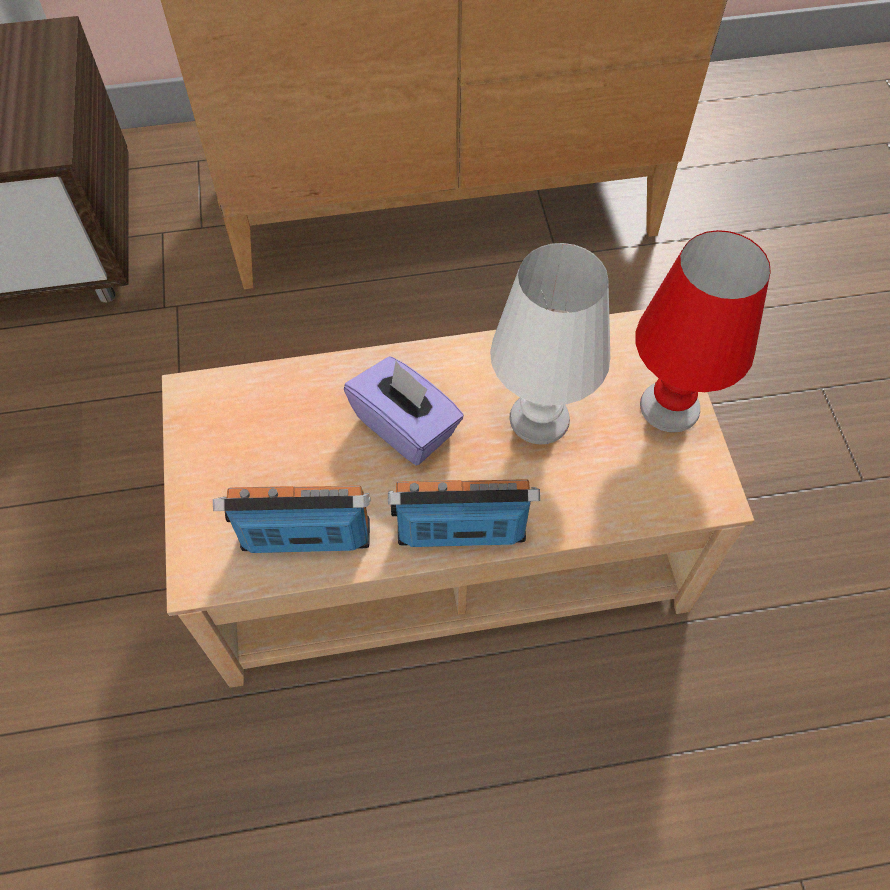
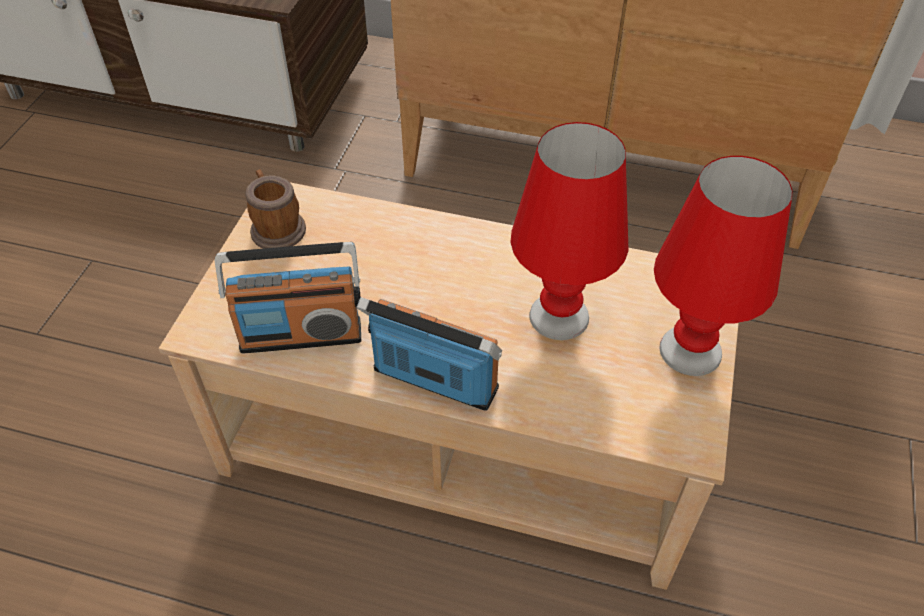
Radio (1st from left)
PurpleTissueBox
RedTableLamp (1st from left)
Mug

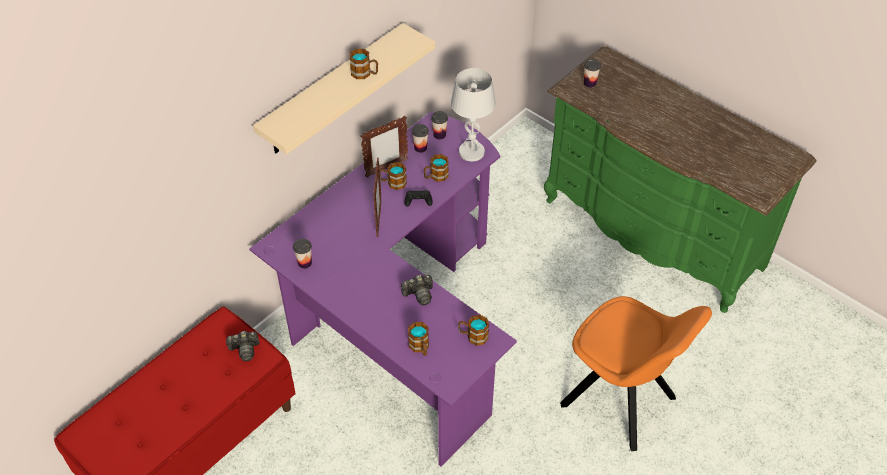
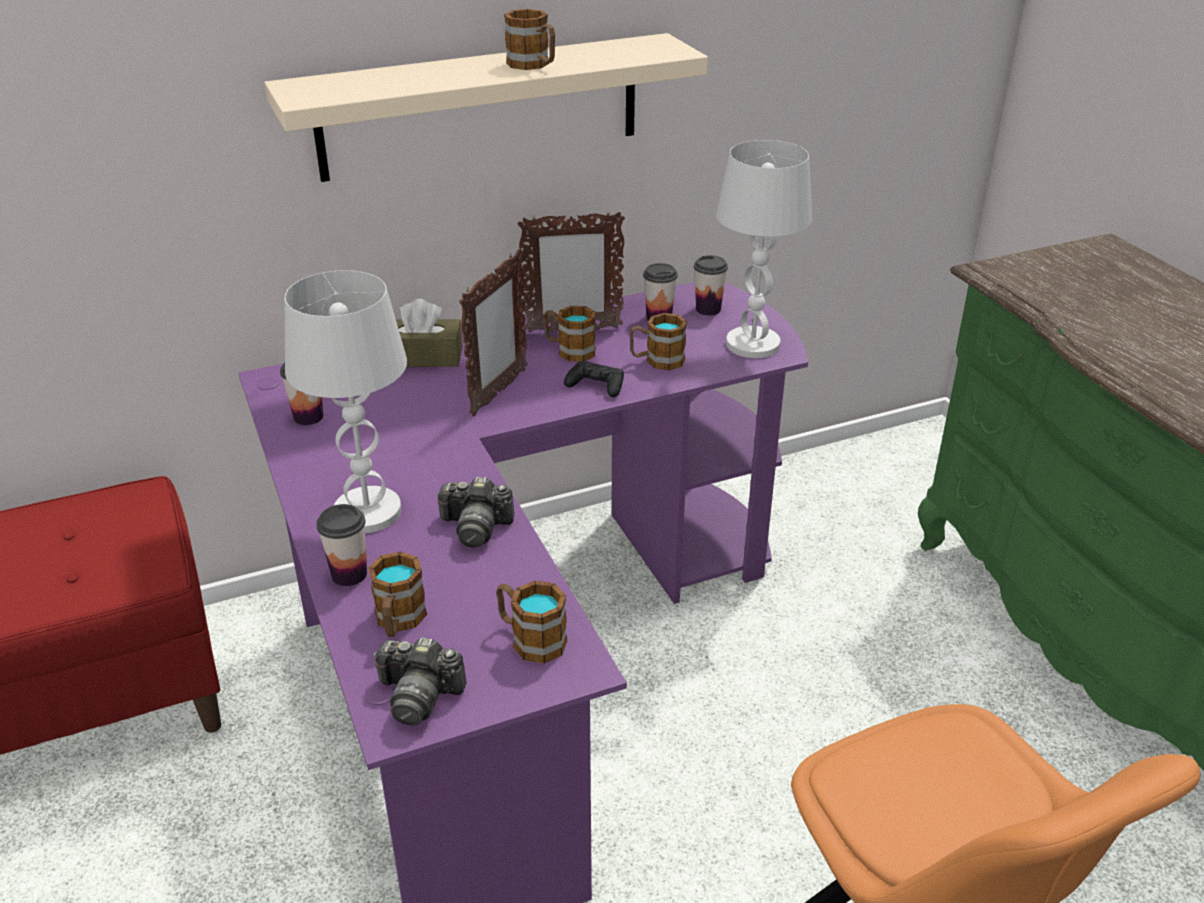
PhotoCamera (1st from left)
Cup (2nd from left)
WhiteTableLamp (1st from left)
BrownTissueBox

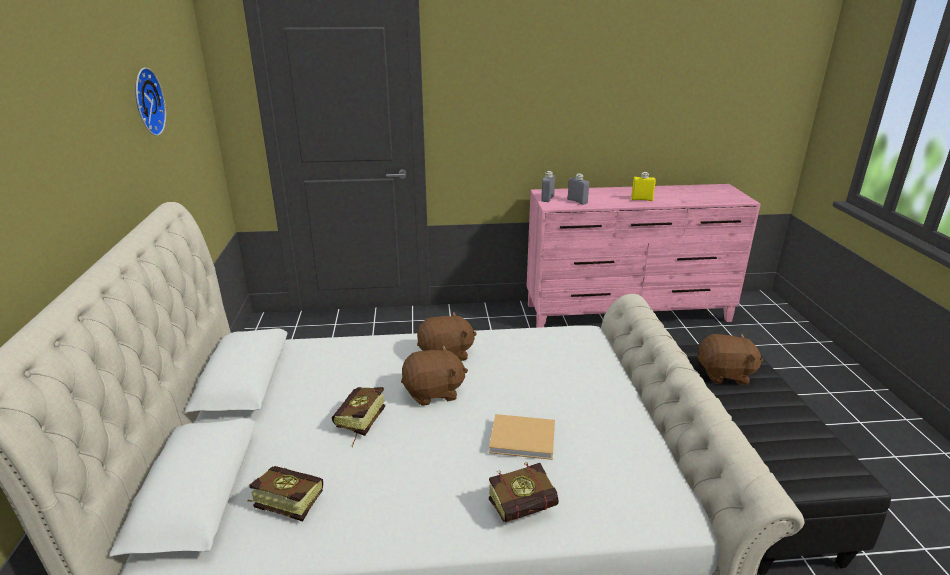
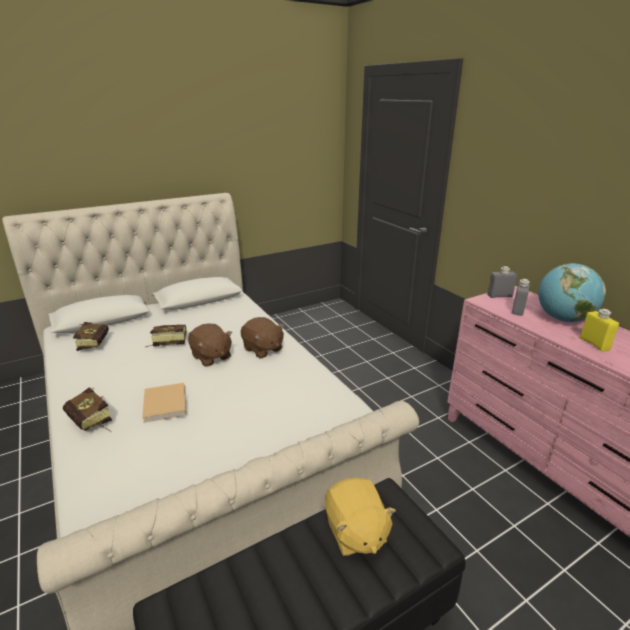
WallClock
YellowPlushToy
Globe

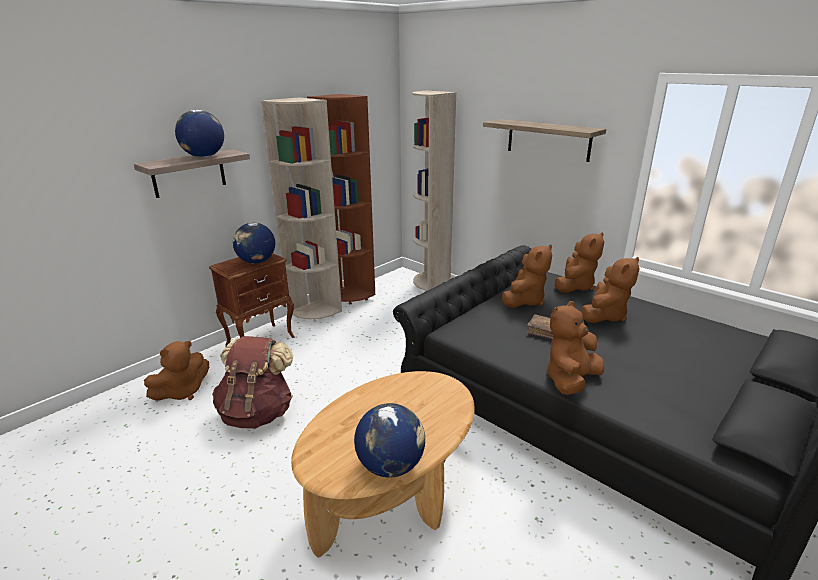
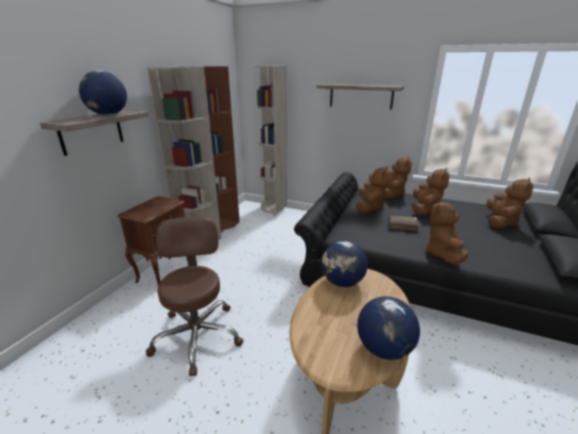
BrownPlushToy (5th from left)
BrownOfficeChair
Globe (2nd from left)

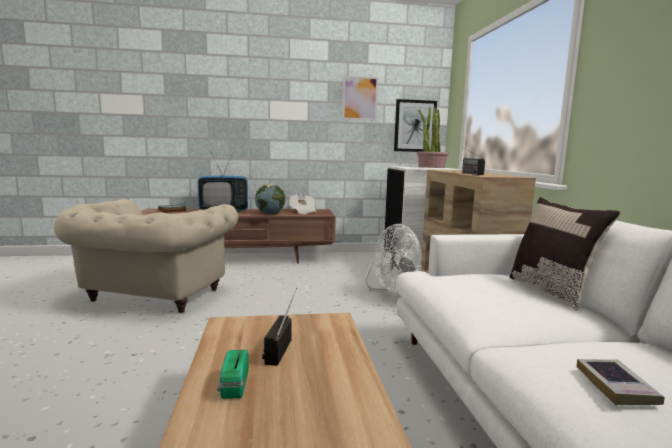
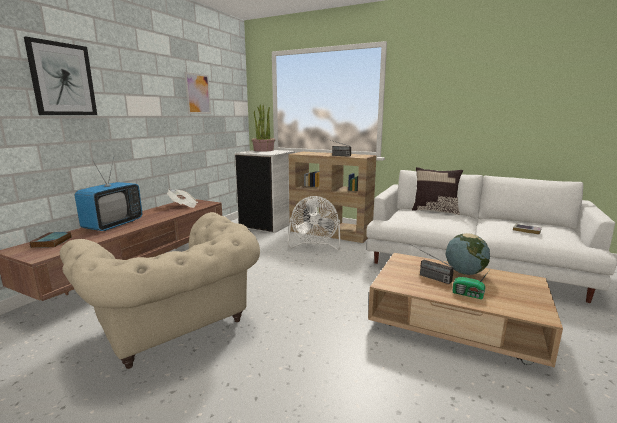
Globe
Picture (1st from left)

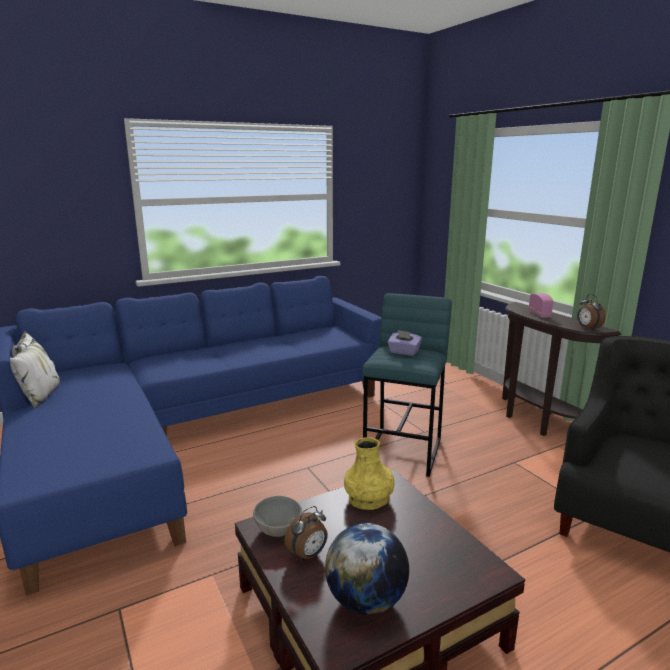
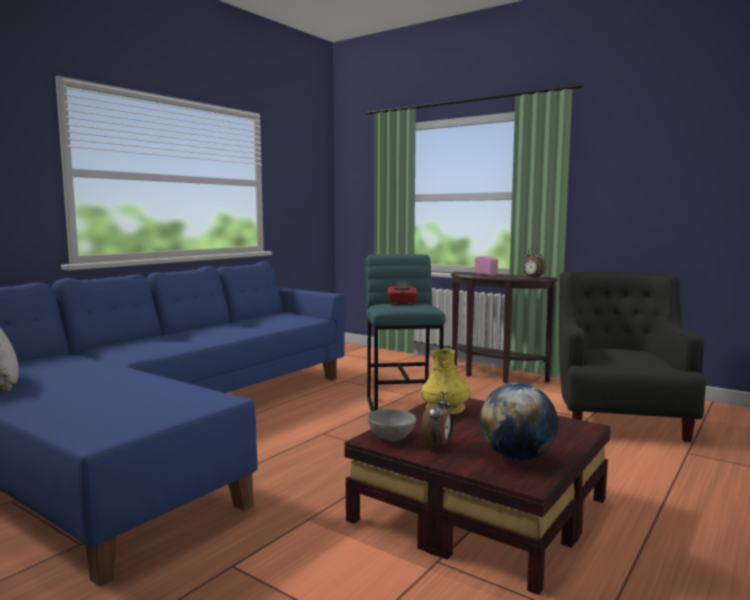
RedTissueBox

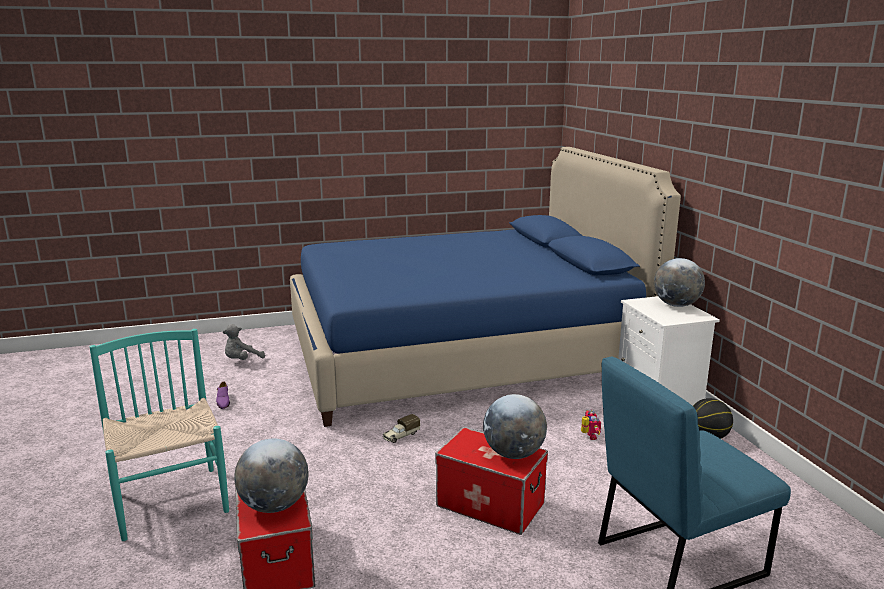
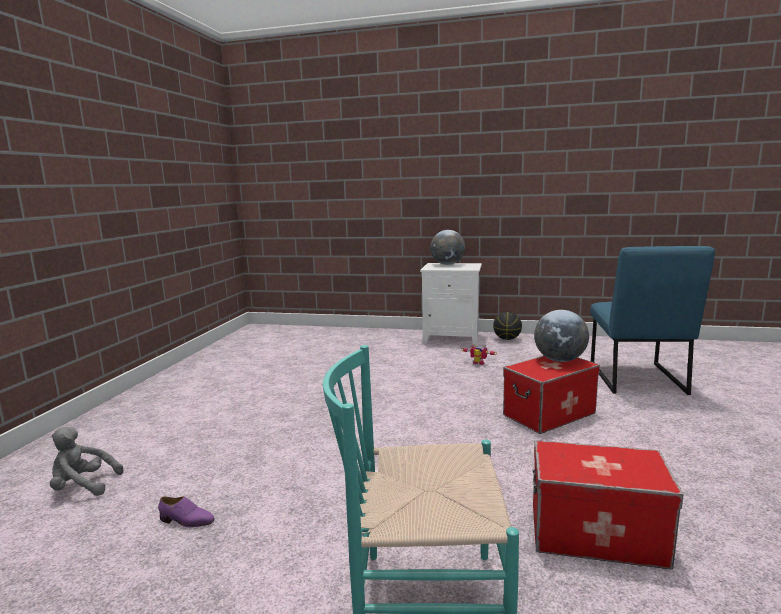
GreyPlushToy
Globe (1st from left in the first image)
BlueBed
ToyTruck

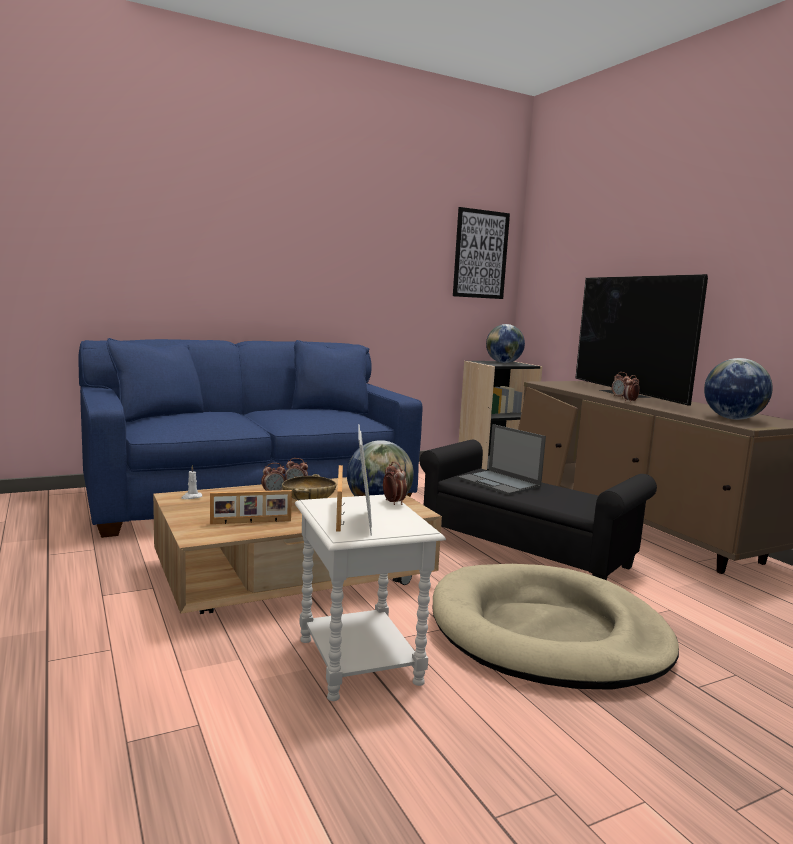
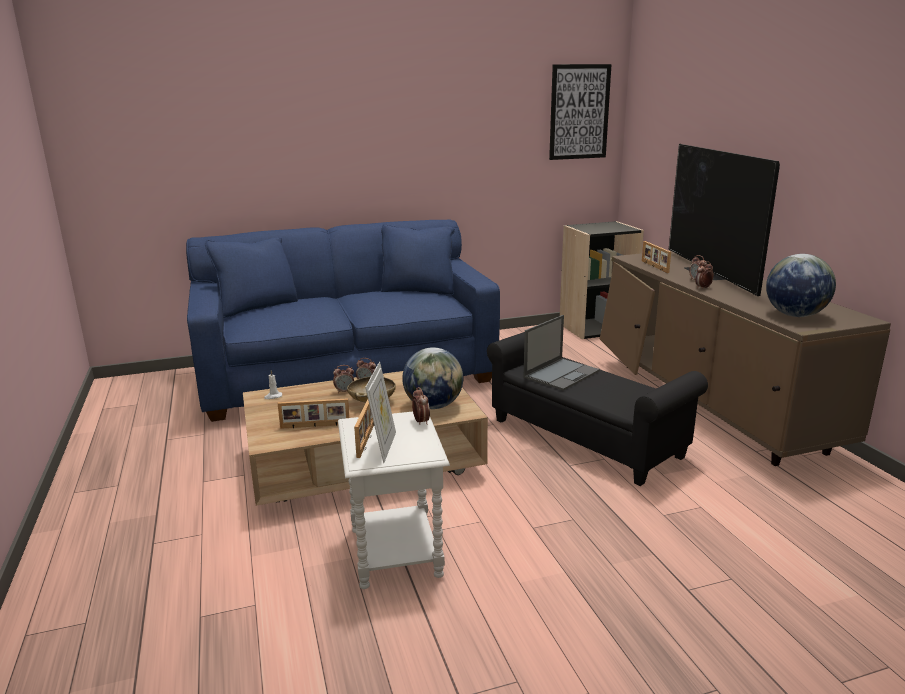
BeigeDogBed
Laptop
Globe (2nd from left in the first image)
PictureFrame (4th from left)

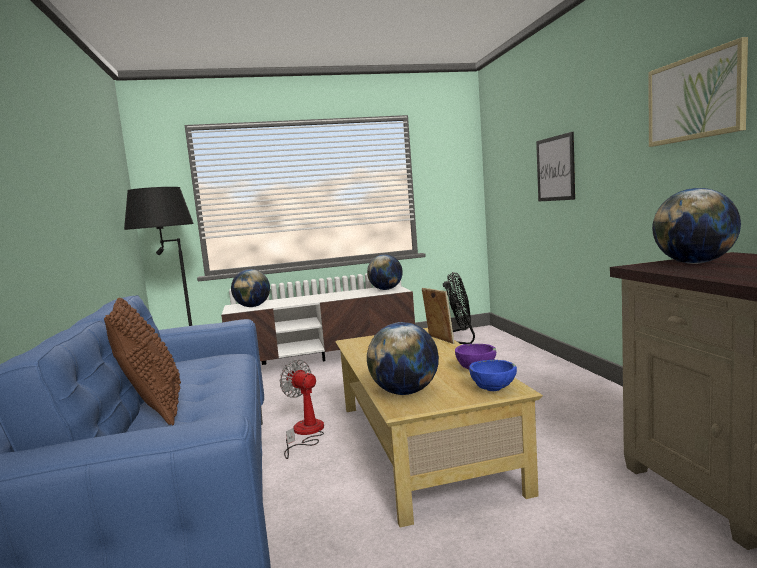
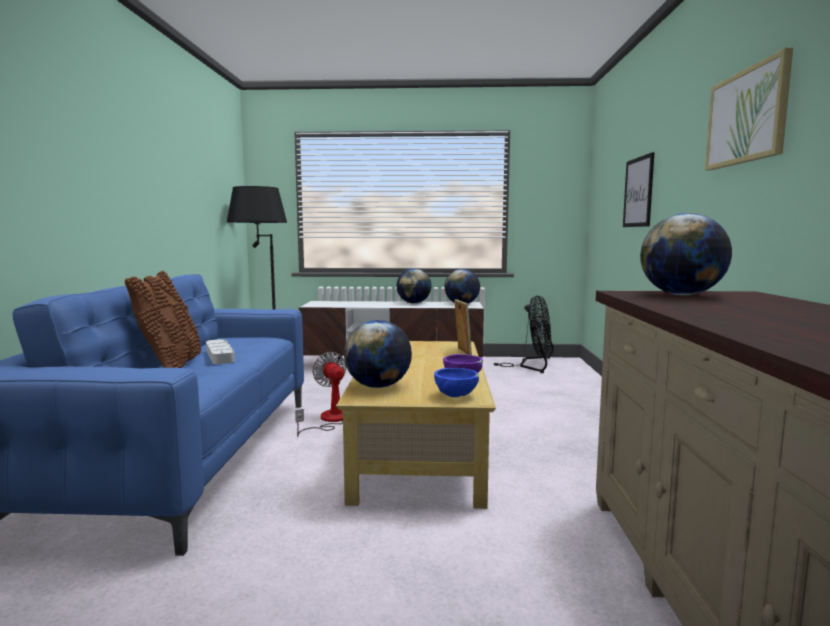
Globe (2nd from left)
GreyTray

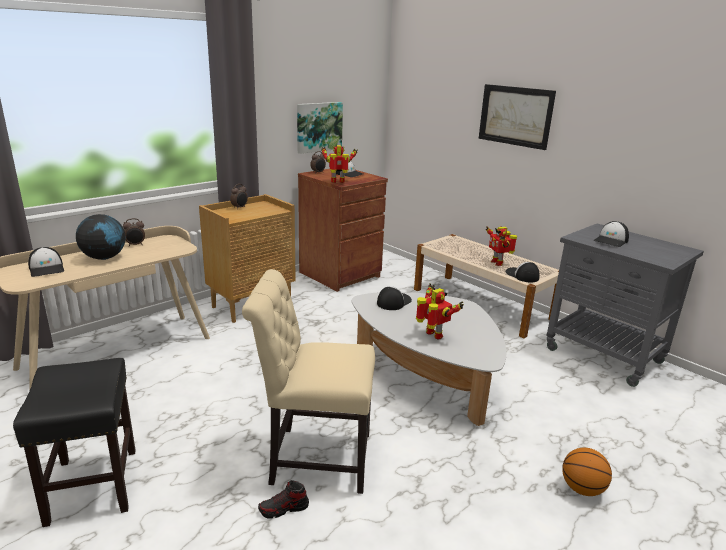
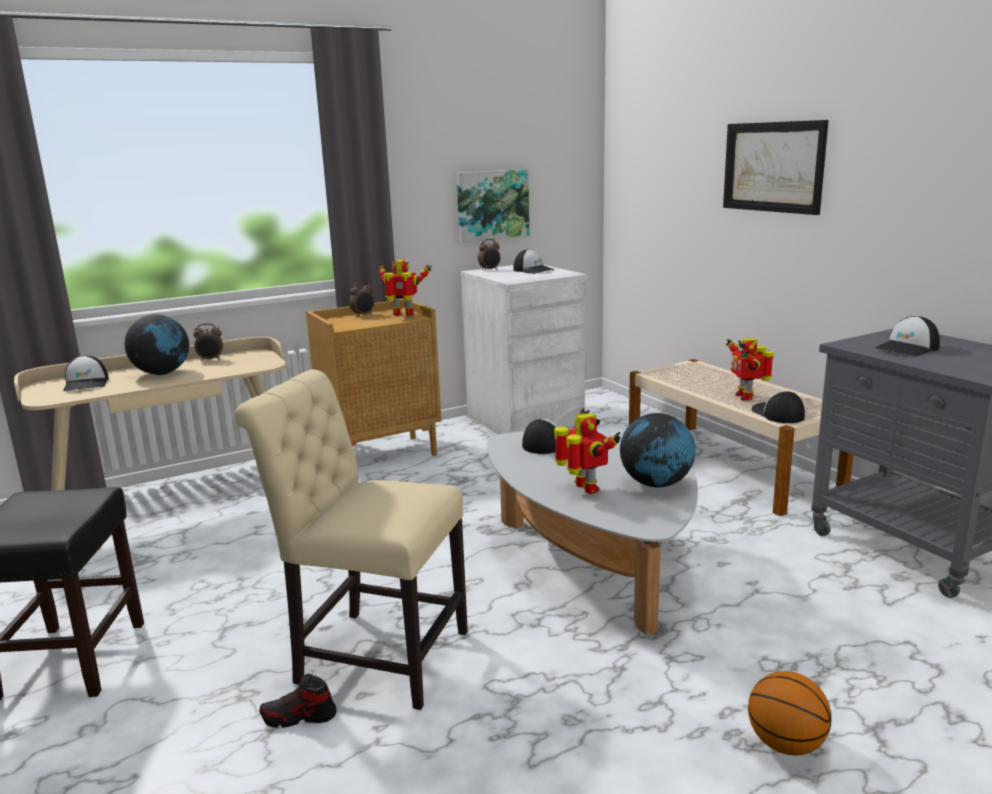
WhiteDresser
ToyRobot (1st from left)
Globe (2nd from left)

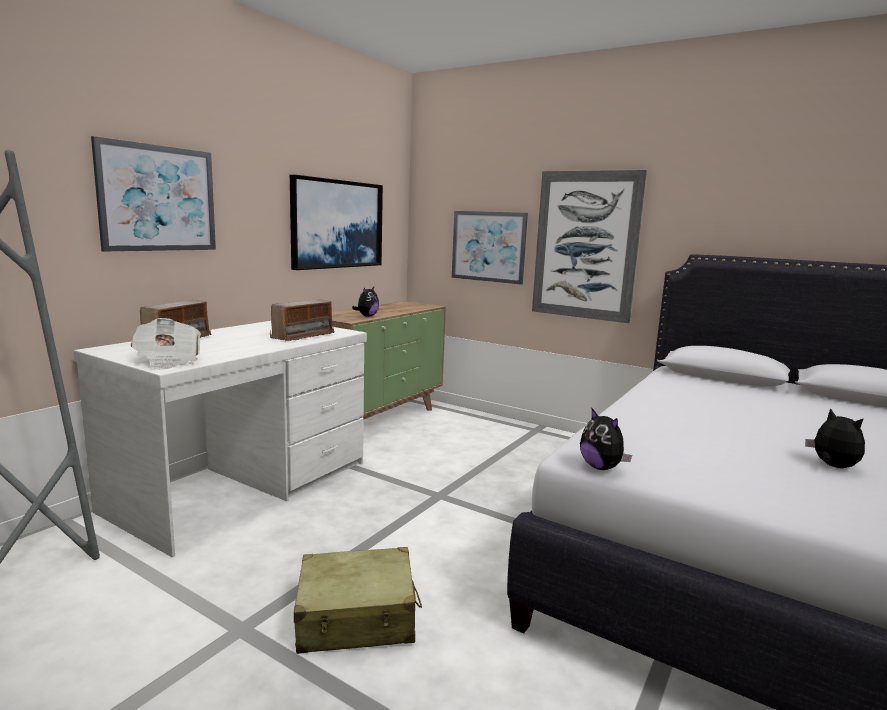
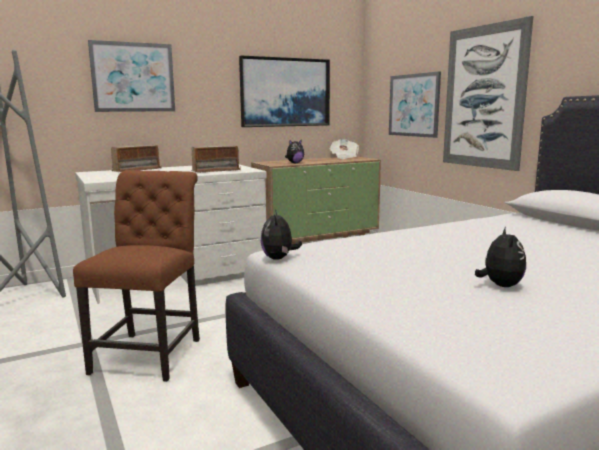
Newspaper
BrownChair

